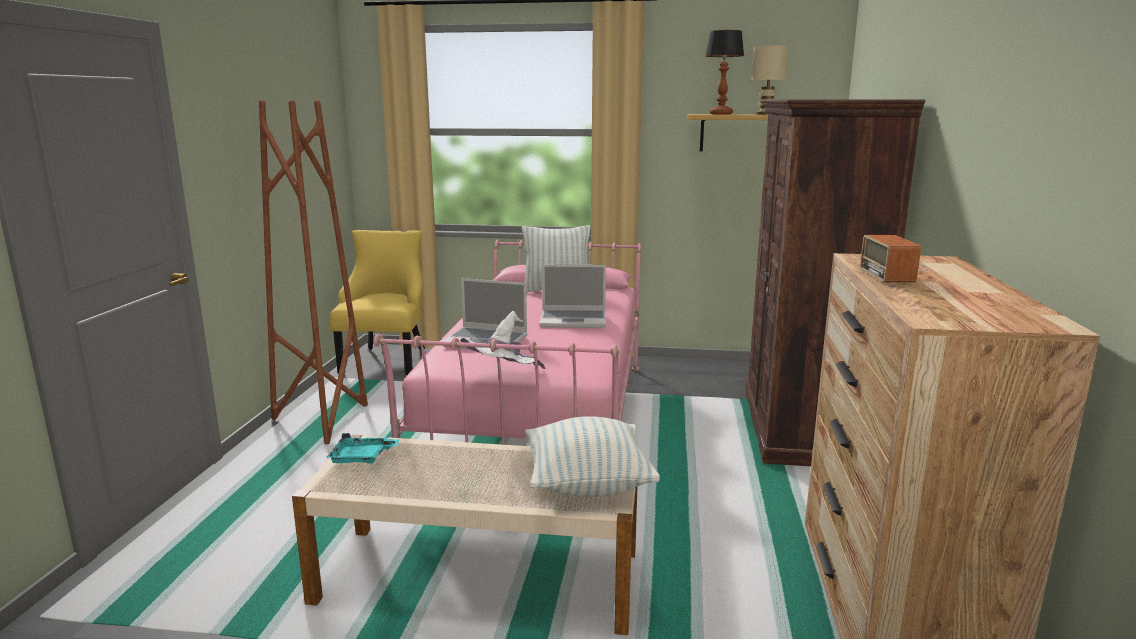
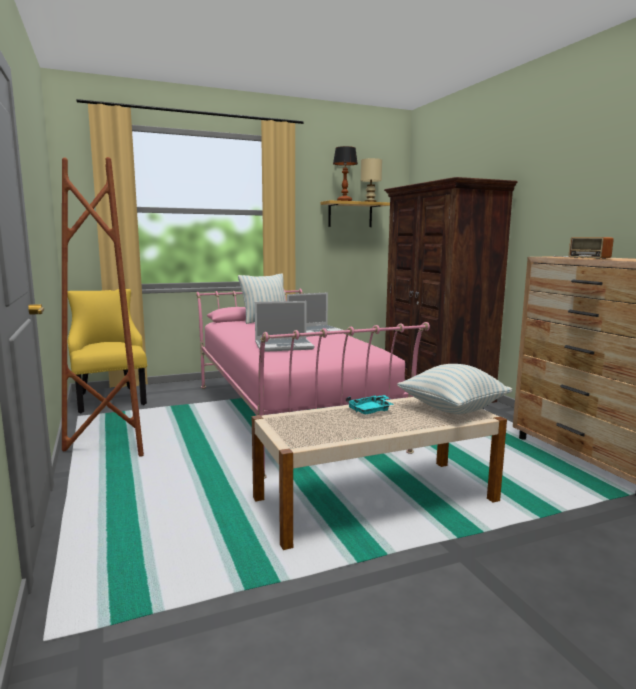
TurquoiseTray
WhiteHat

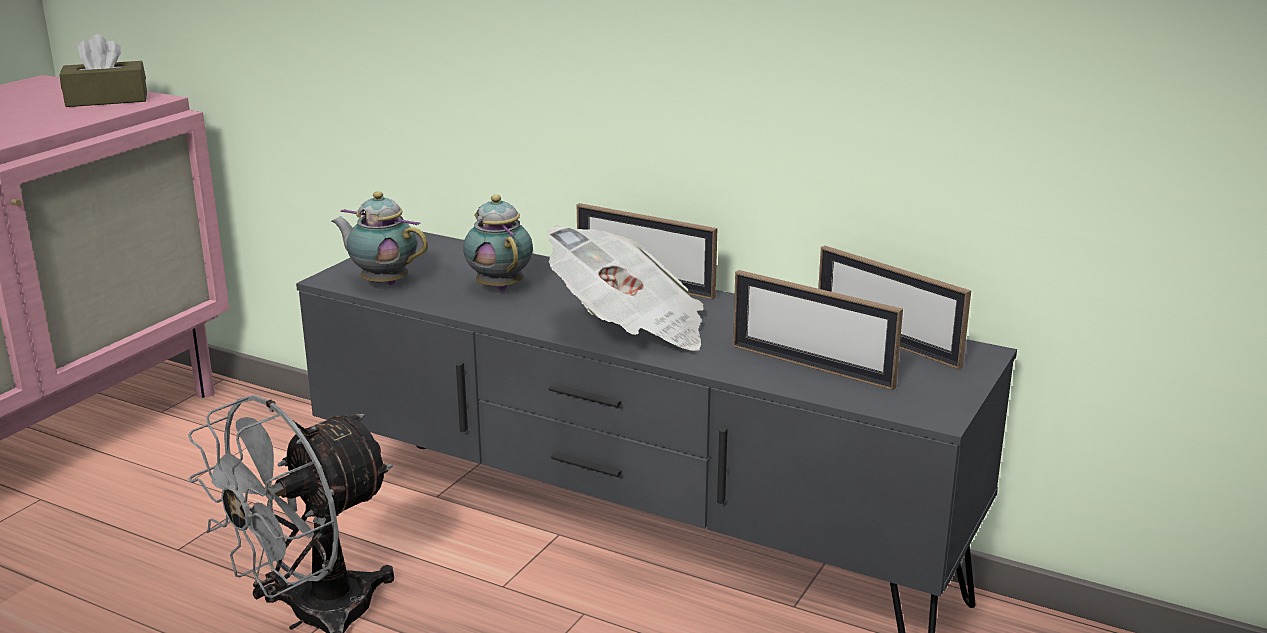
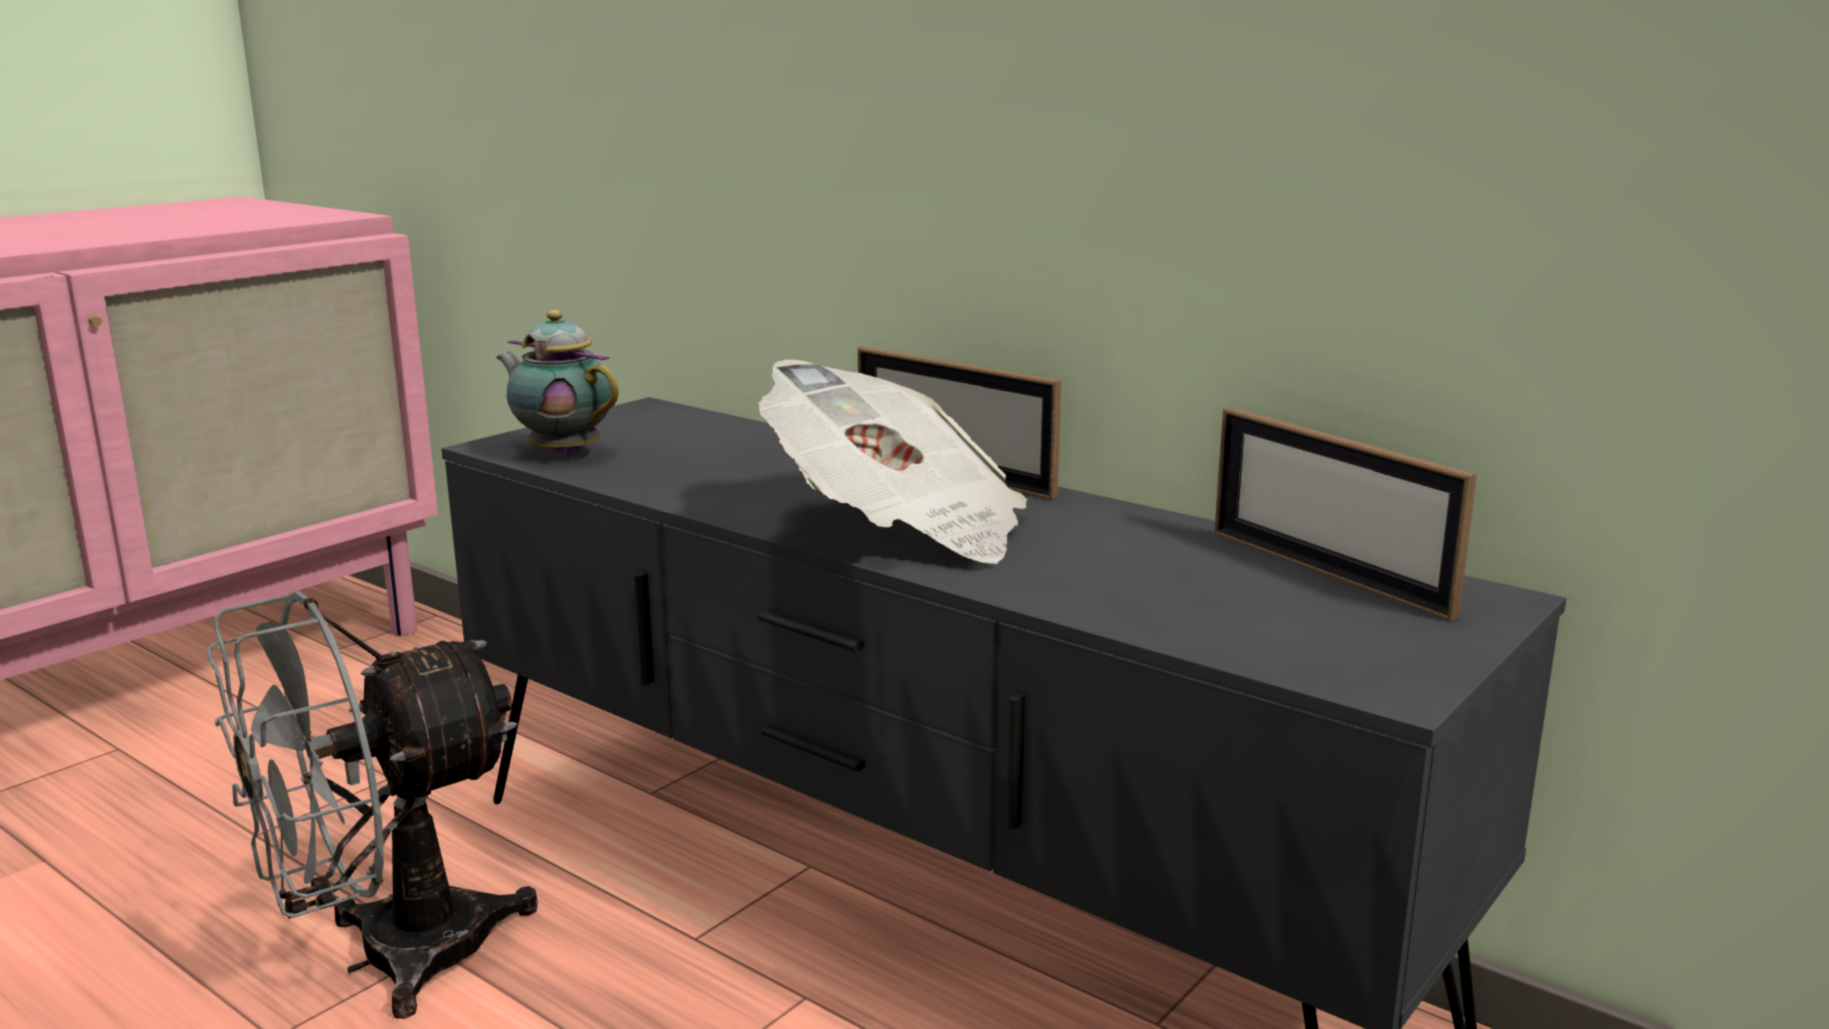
BrownTissueBox
Teapot (2nd from left in the first image)
PictureFrame (2nd from left in the first image)

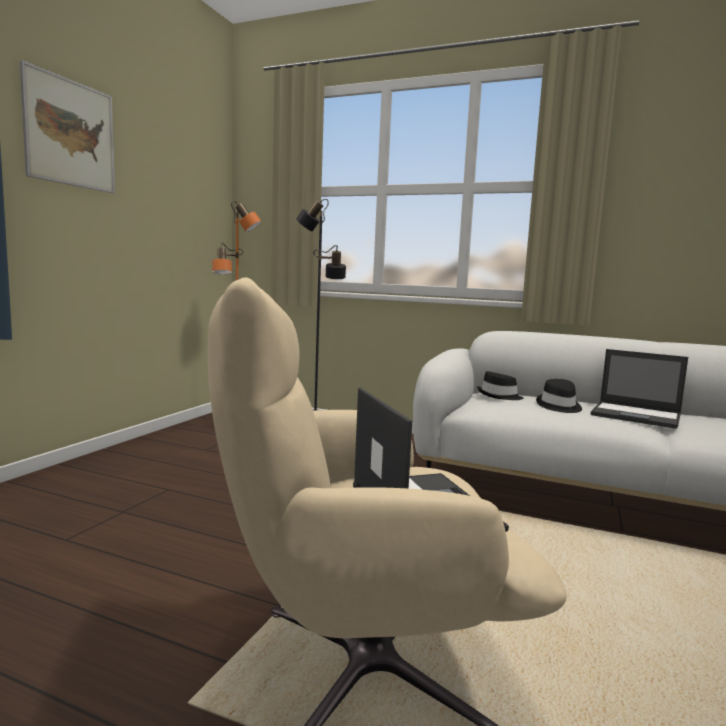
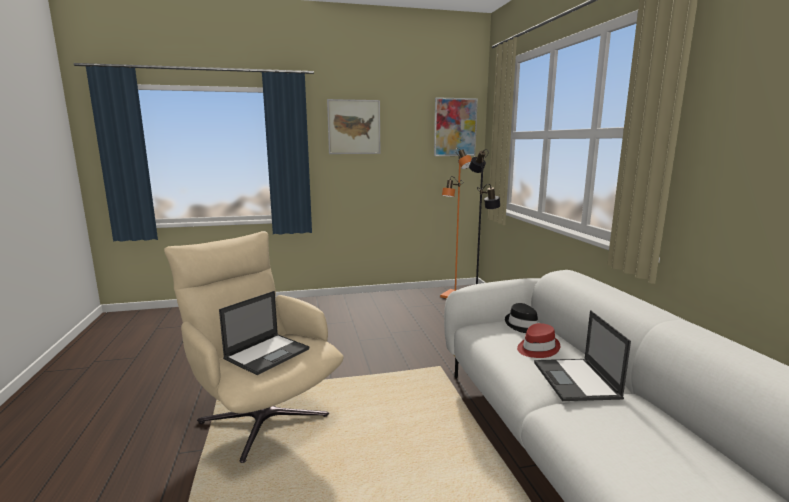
RedHat
Picture (2nd from left)

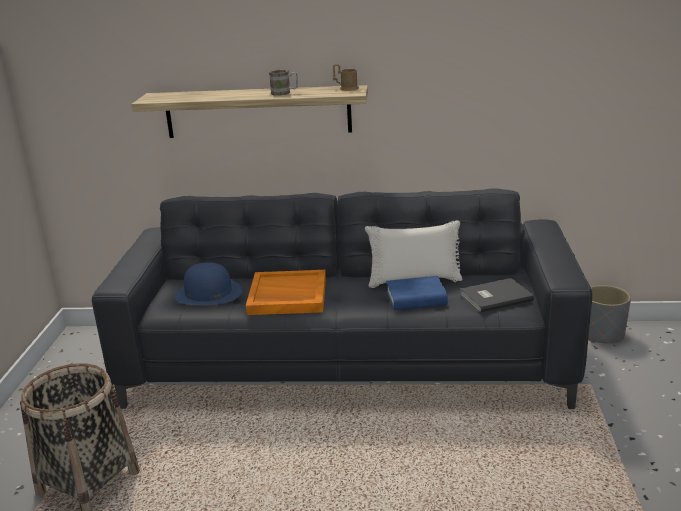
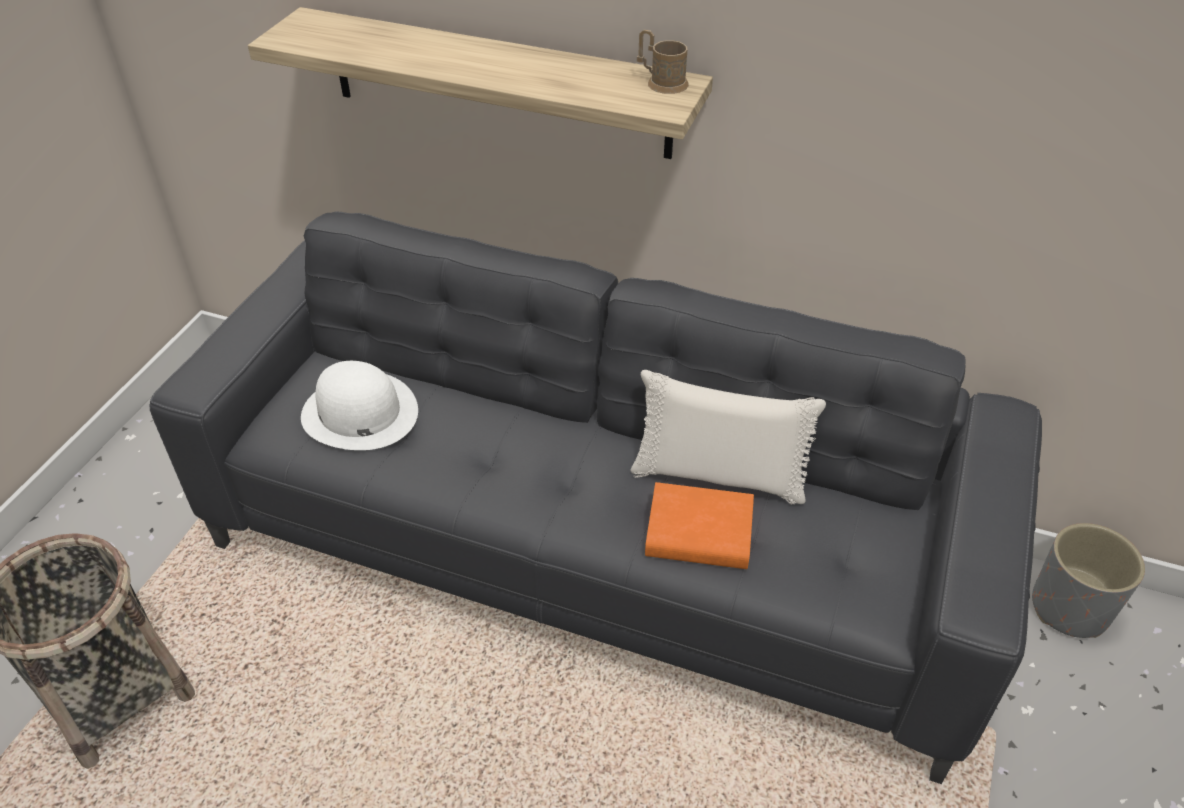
WhiteHat
OrangeTray
BrownMug (1st from left in the first image)
OrangeBook
GreyBook

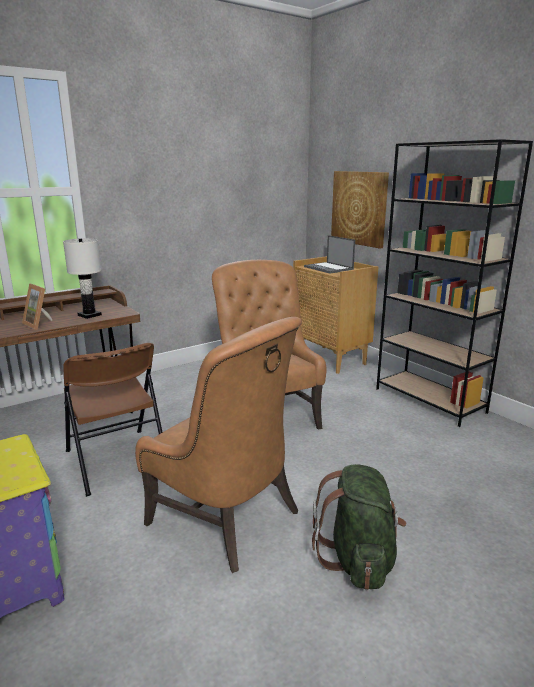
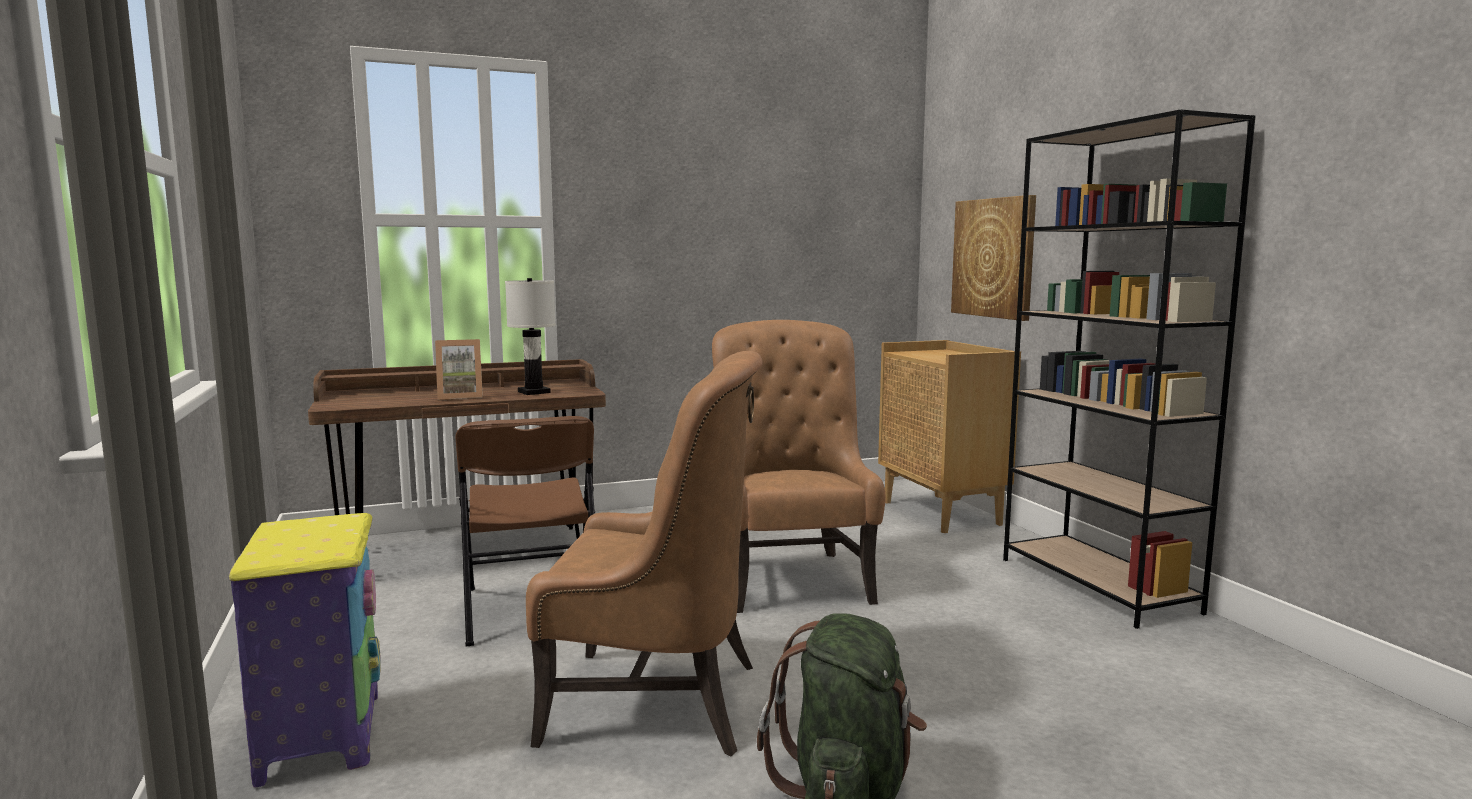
PictureFrame
BrownChair (2nd from left)
Laptop

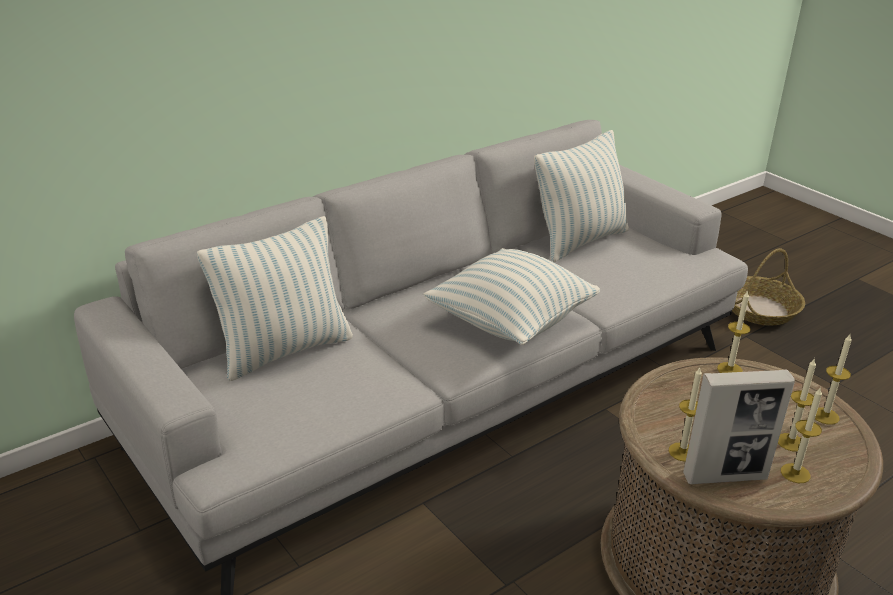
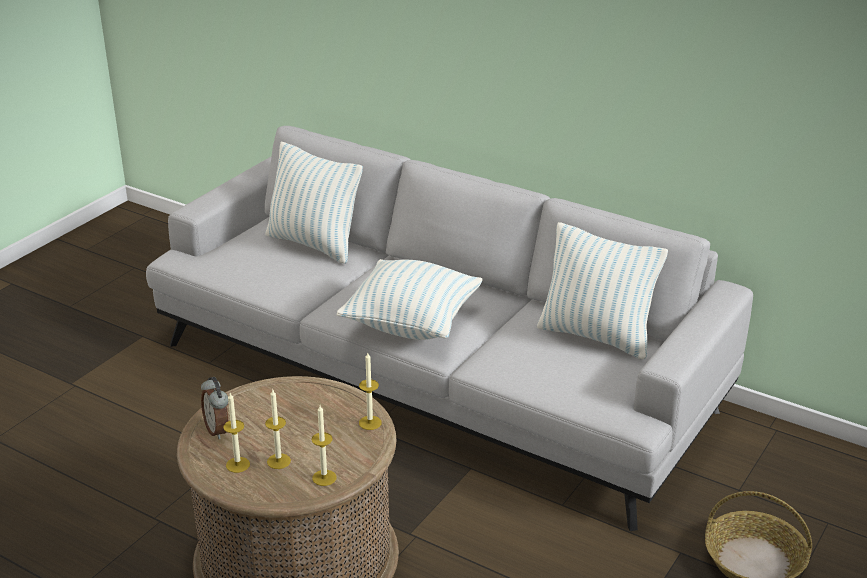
Candle (1st from left in the first image)
AlarmClock

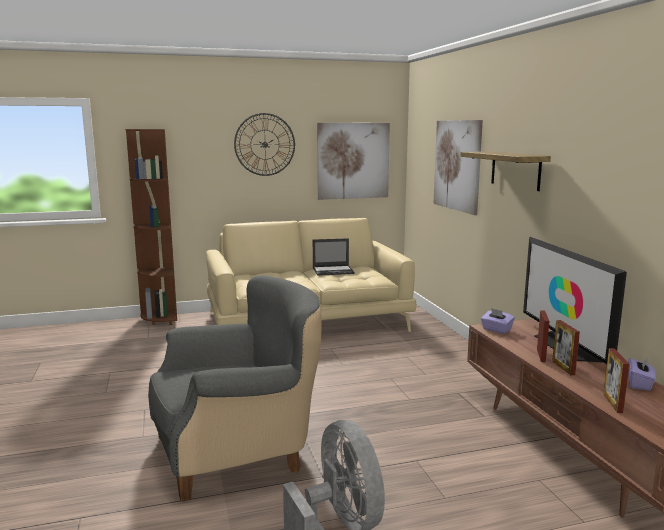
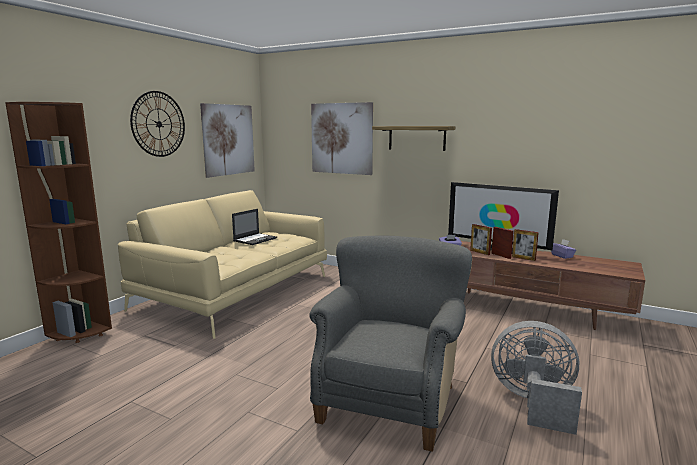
PictureFrame (1st from left)

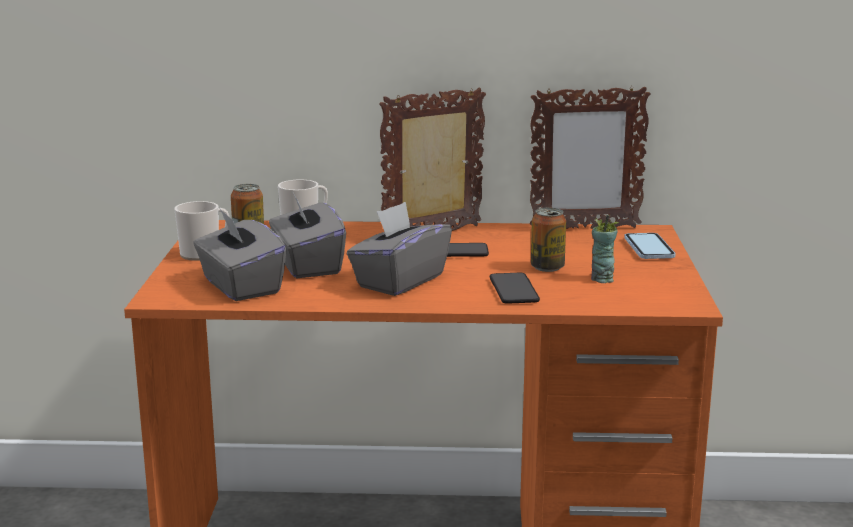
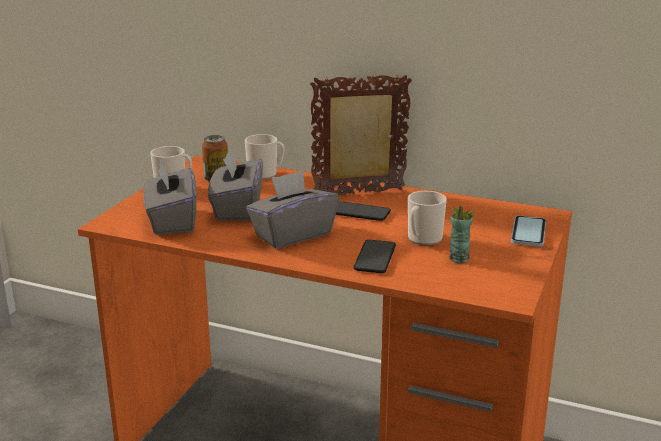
PictureFrame (2nd from left in the first image)
Mug (3rd from left)

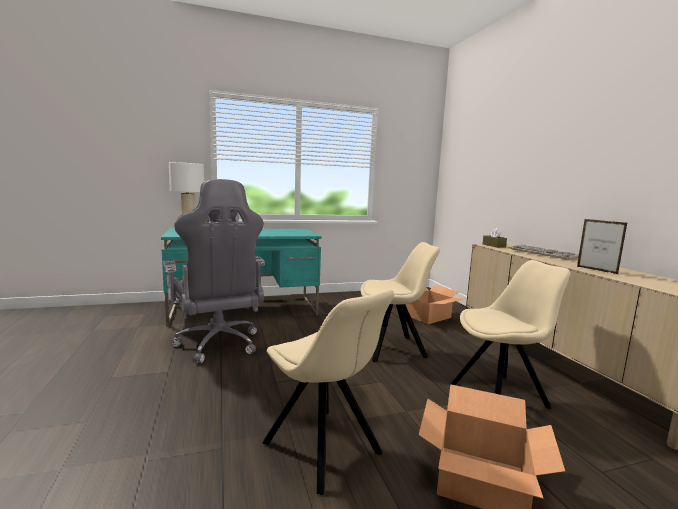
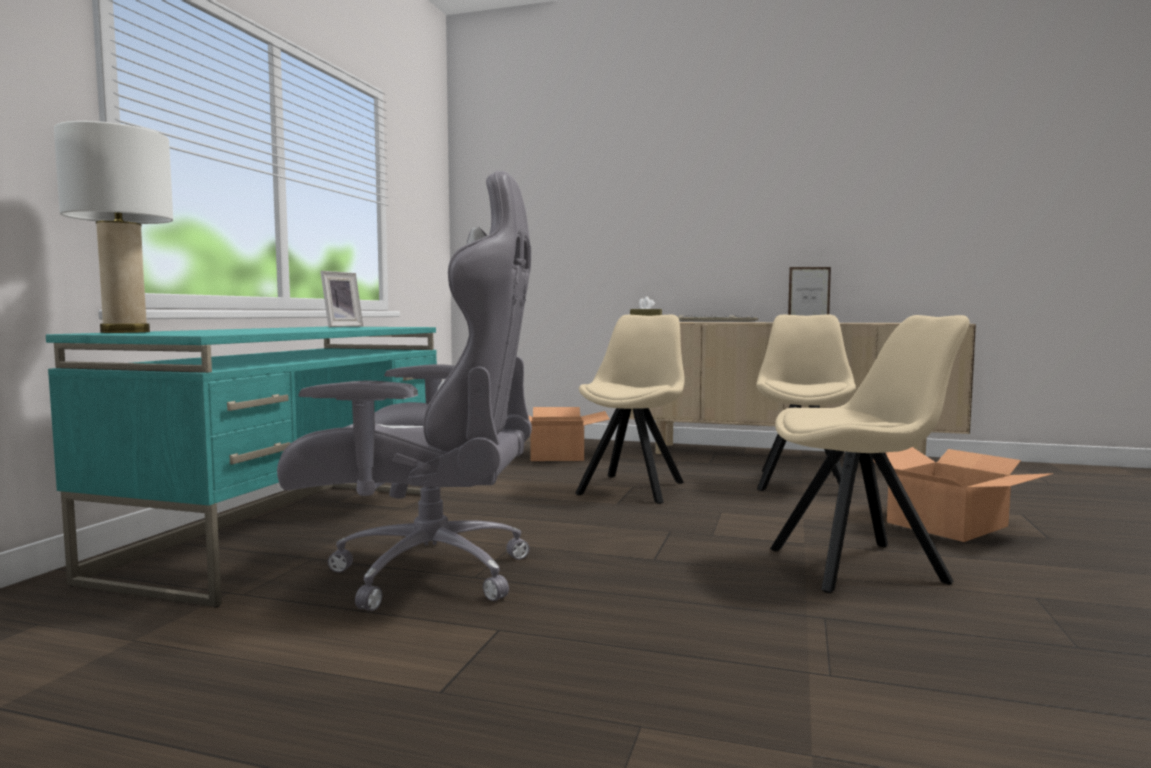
PictureFrame (1st from left)

